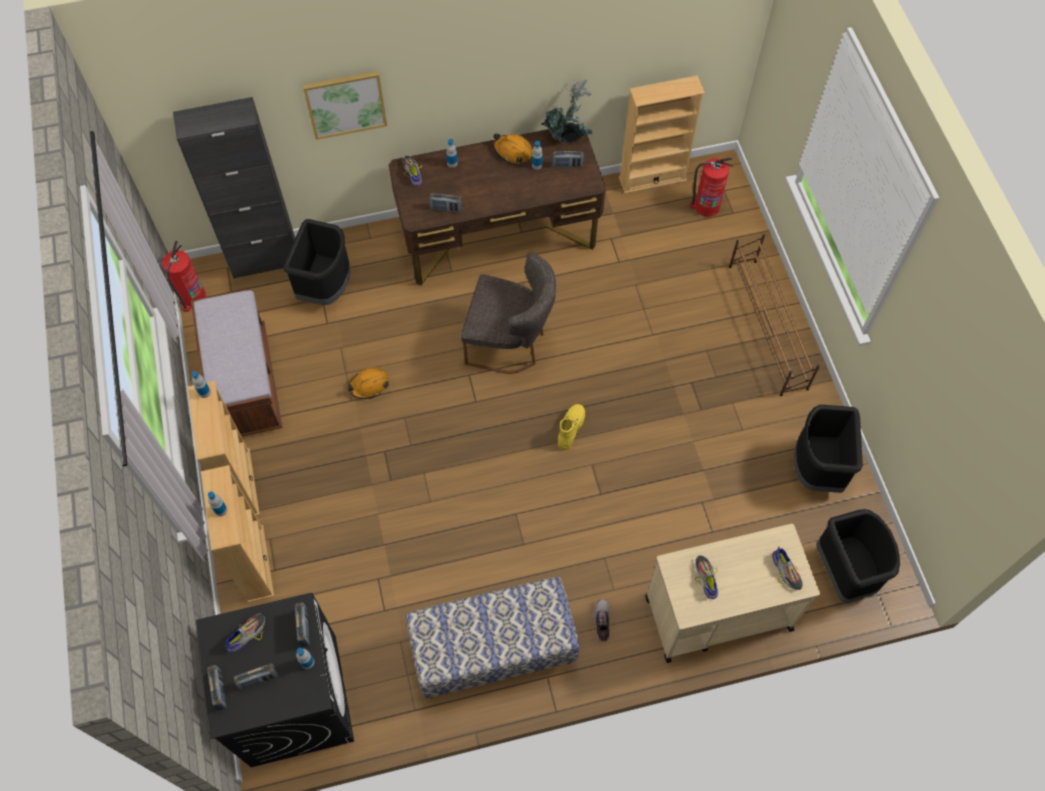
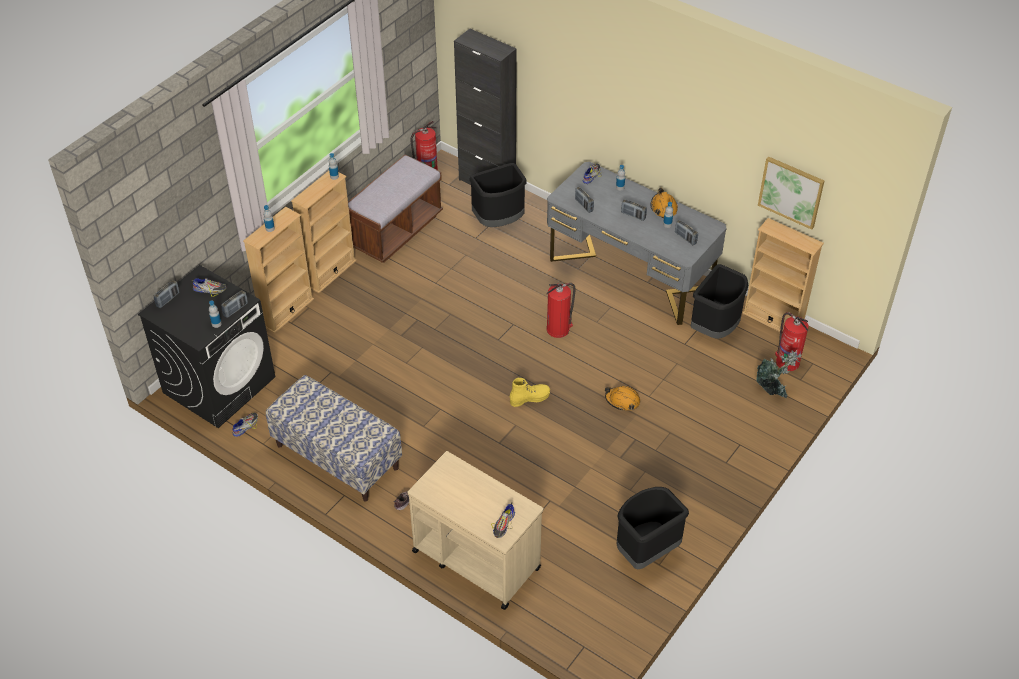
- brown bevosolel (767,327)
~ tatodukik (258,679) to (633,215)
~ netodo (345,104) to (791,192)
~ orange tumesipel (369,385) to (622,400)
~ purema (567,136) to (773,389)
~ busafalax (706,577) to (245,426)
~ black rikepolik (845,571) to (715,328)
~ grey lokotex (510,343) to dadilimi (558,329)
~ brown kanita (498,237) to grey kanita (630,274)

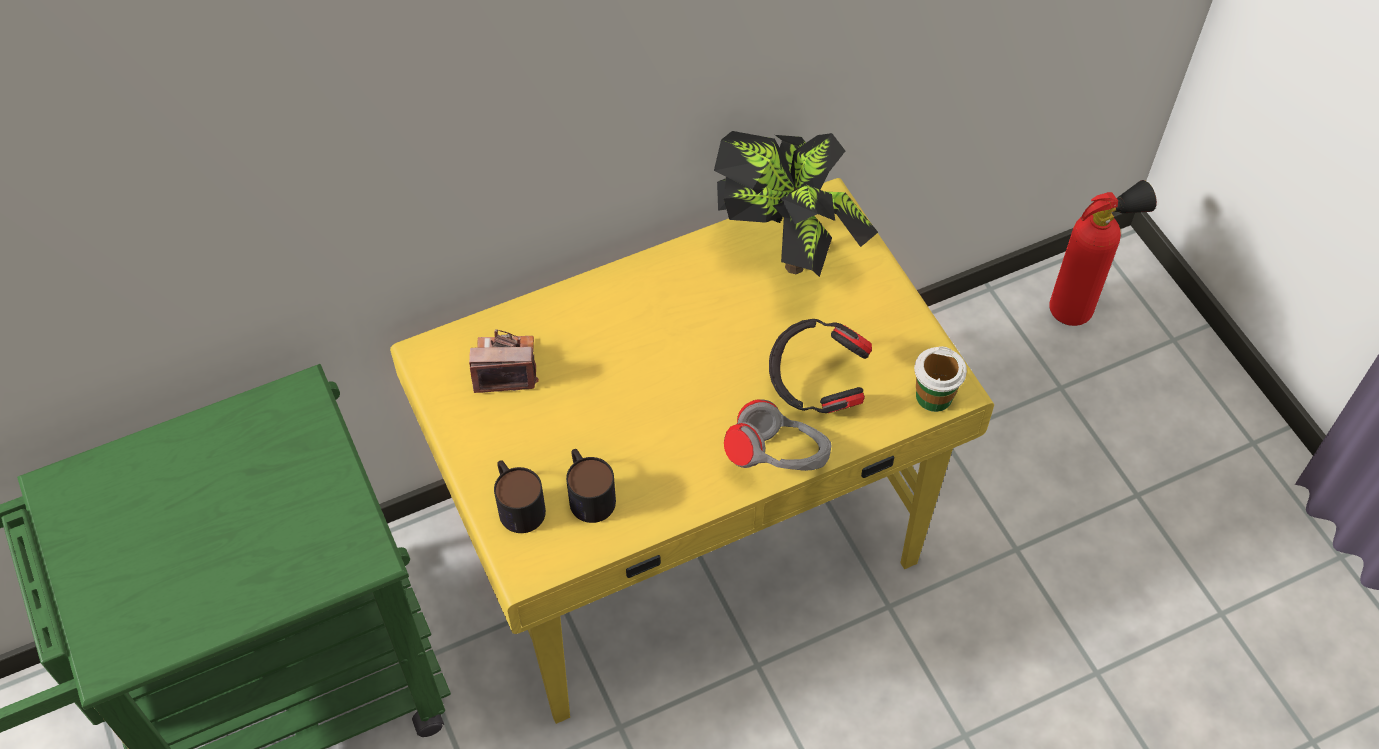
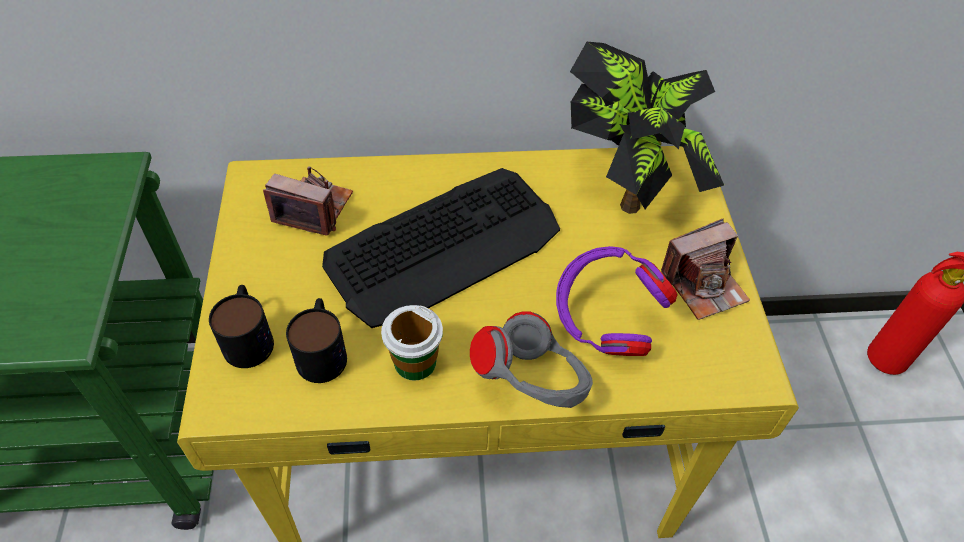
+ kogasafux (445,246)
+ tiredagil (703,285)
~ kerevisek (934,396) to (415,362)
~ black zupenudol (816,385) to purple zupenudol (605,323)

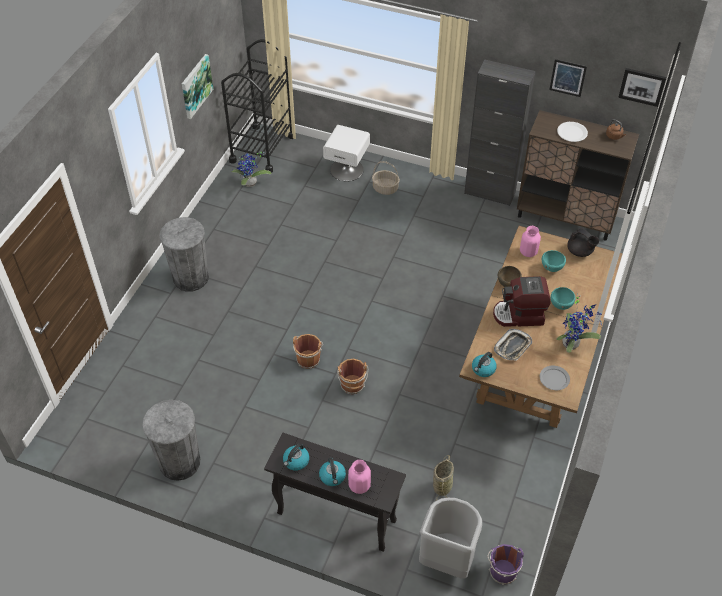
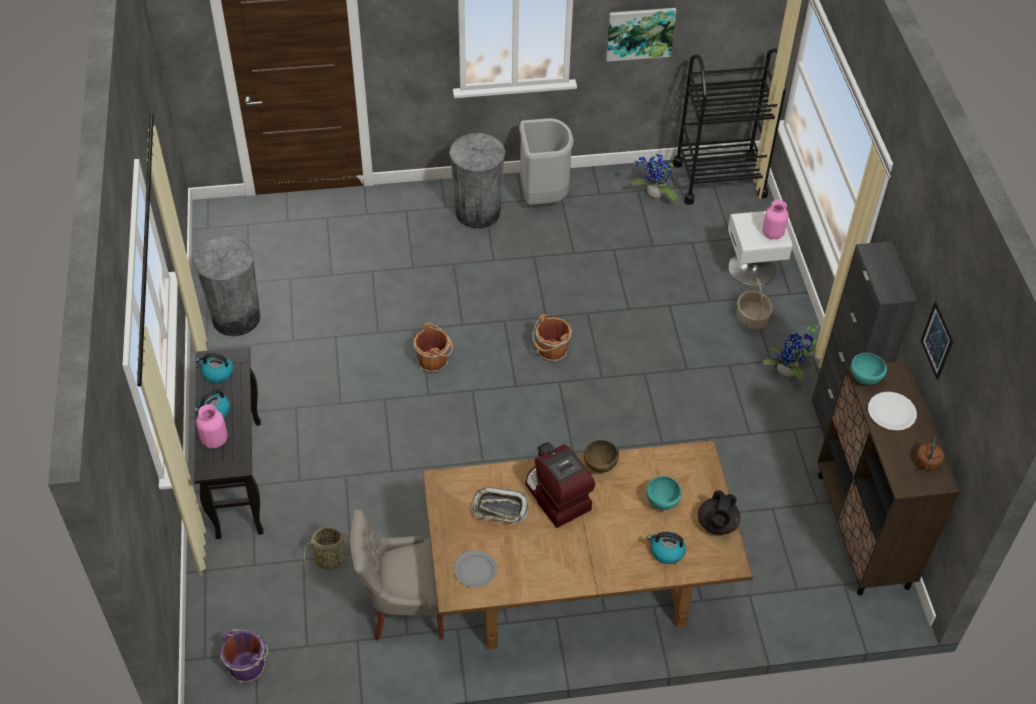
- netodo (642,86)
+ grey lokotex (405,608)
~ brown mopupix (352,386) to (551,352)
~ grey rikepolik (447,560) to (543,197)
~ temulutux (483,369) to (666,552)
~ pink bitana (528,252) to (772,233)
~ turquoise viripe (560,306) to (865,379)
~ purema (572,343) to (788,373)

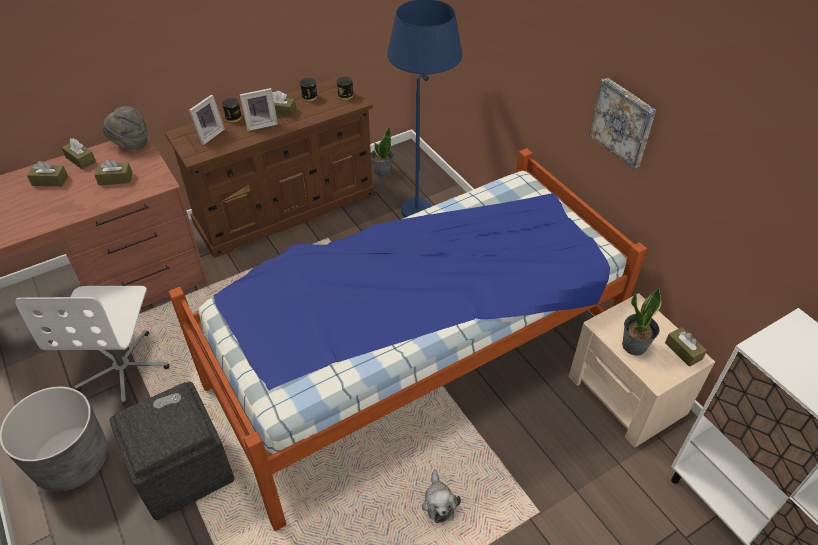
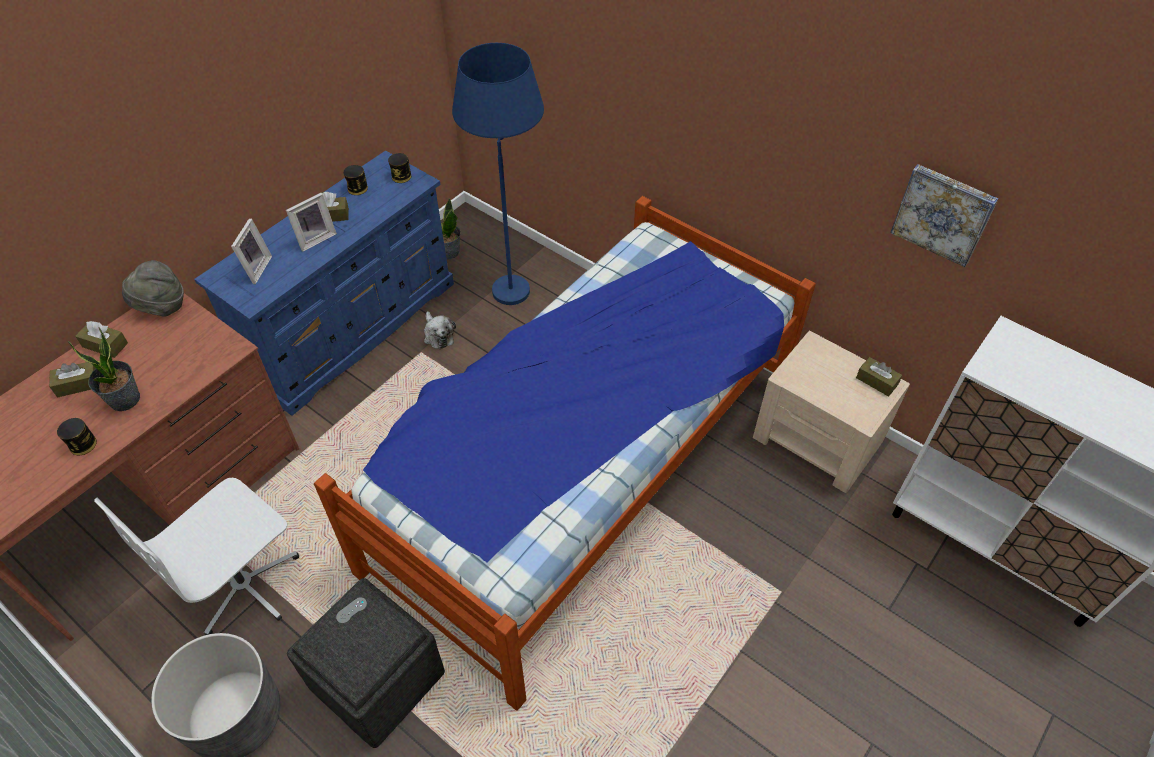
- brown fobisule (115,179)
~ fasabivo (233,118) to (83,444)
~ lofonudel (439,502) to (438,335)
~ netodo (623,122) to (943,213)
~ purema (634,346) to (125,399)
~ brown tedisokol (287,208) to blue tedisokol (353,328)
~ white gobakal (123,367) = (244,585) 60 degrees clockwise

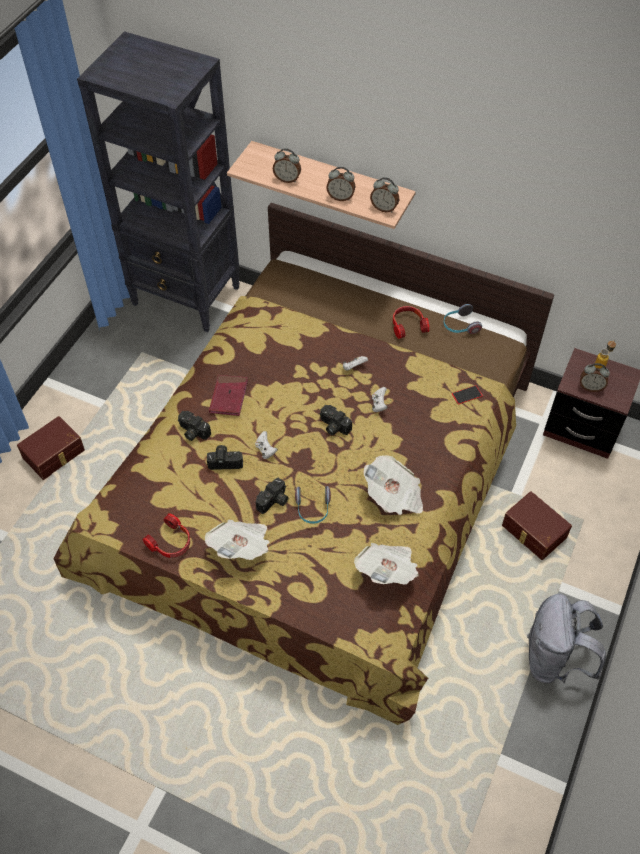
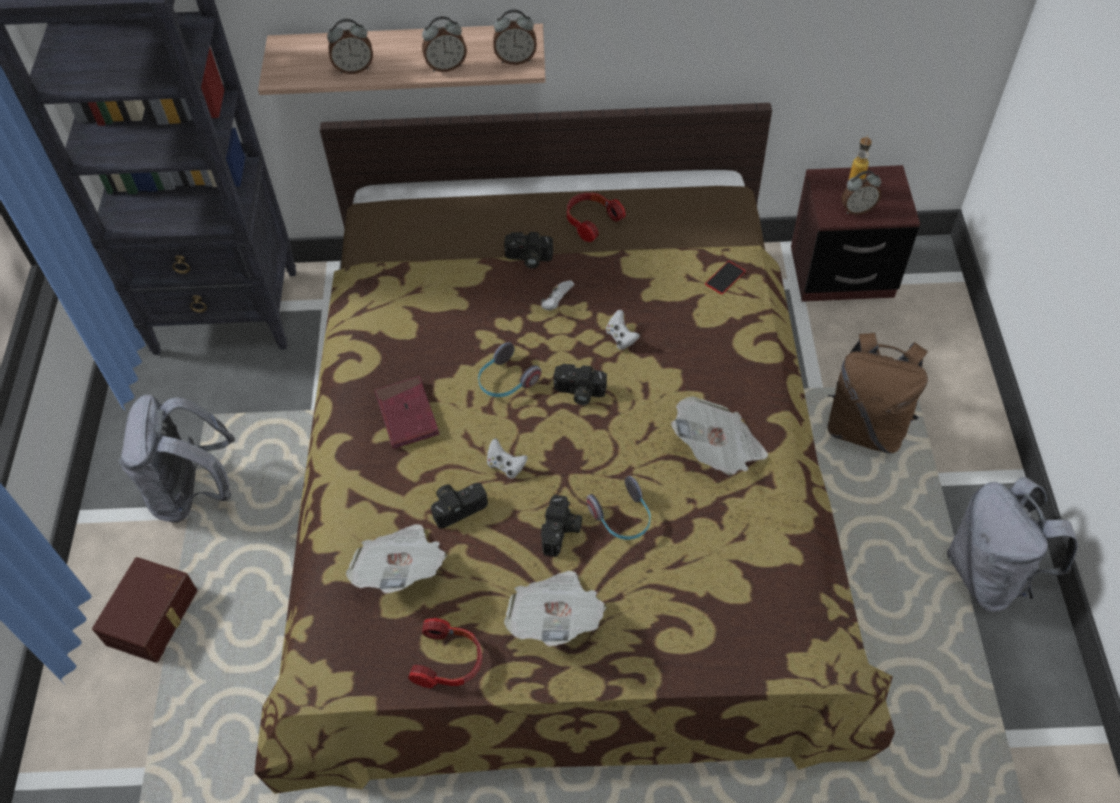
+ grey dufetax (193,492)
~ tiredagil (192,432) to (528,259)
~ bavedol (387,571) to (401,569)
~ zupenudol (460,326) to (506,381)
~ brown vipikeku (533,532) to brown dufetax (866,427)

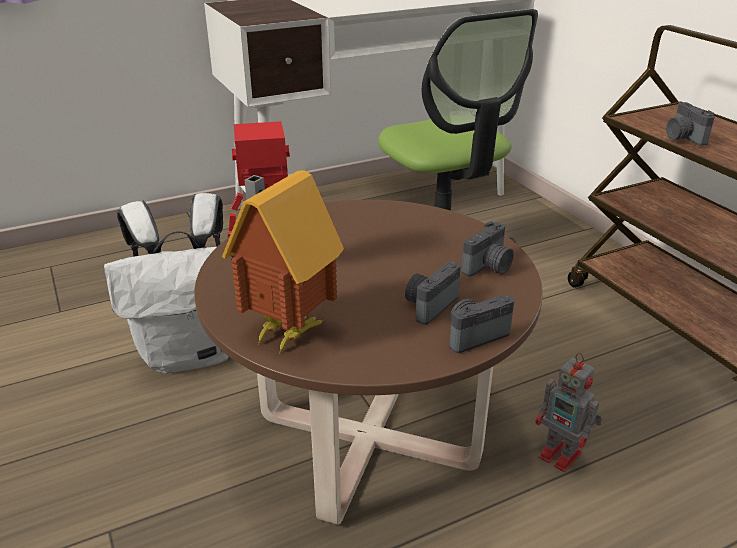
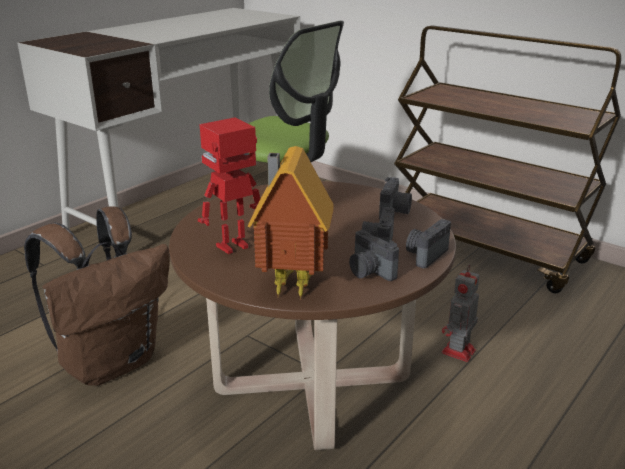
~ tiredagil (683,138) to (369,272)
~ white dufetax (193,352) to brown dufetax (111,362)
~ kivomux (562,456) = (457,352) 105 degrees clockwise

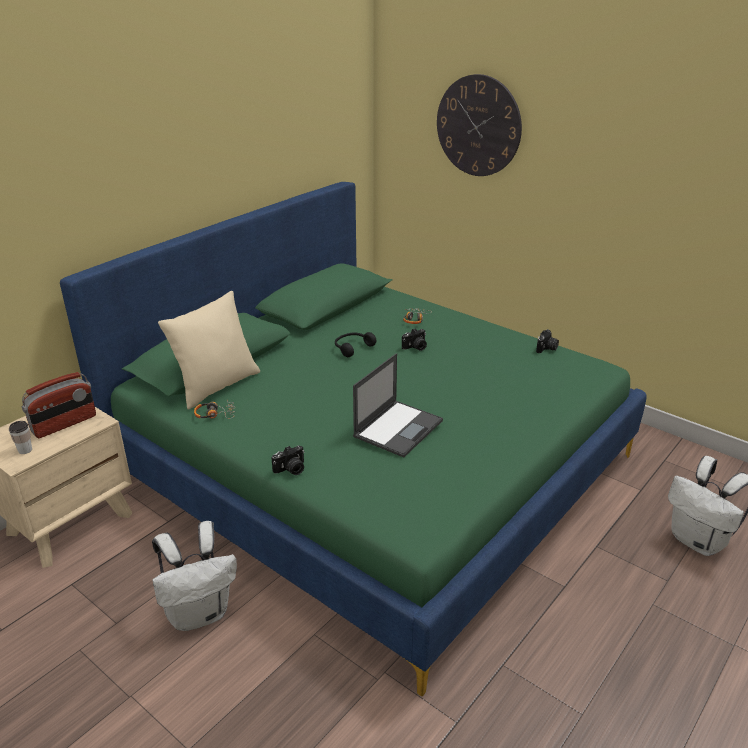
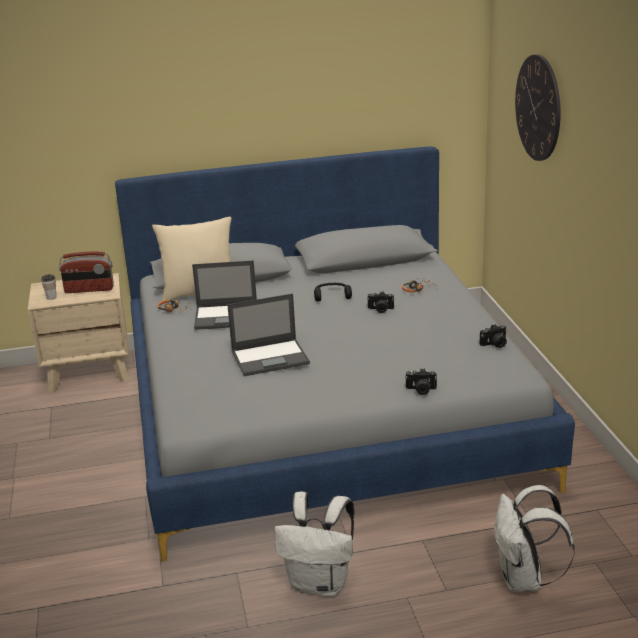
+ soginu (227,316)
~ white dufetax (200,613) to (320,583)
~ tiredagil (291,470) to (421,390)
~ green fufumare (373,466) to grey fufumare (323,413)

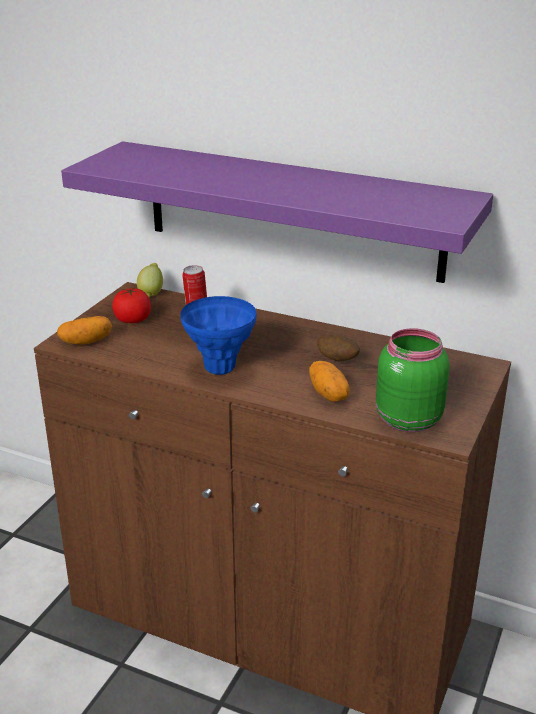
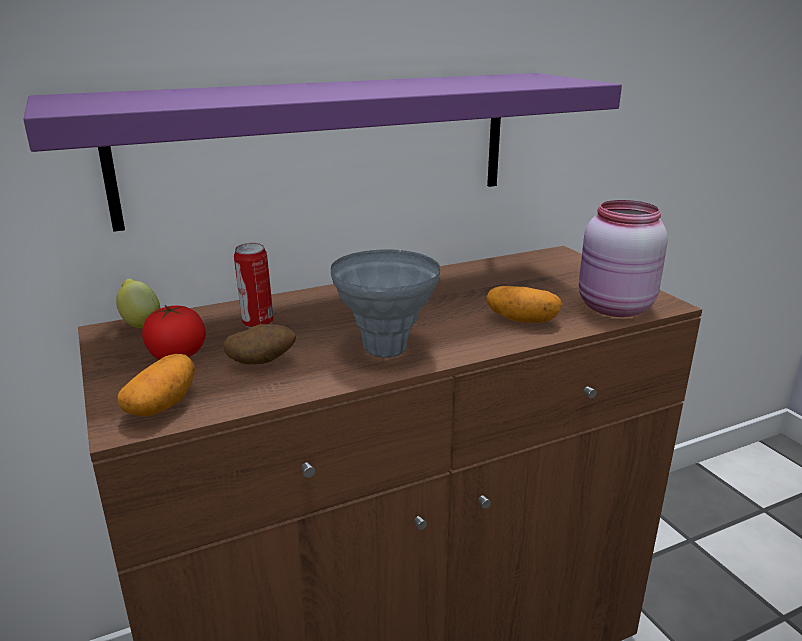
~ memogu (337,360) to (262,363)
~ blue bitana (220,368) to grey bitana (386,349)
~ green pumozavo (406,419) to pink pumozavo (613,308)

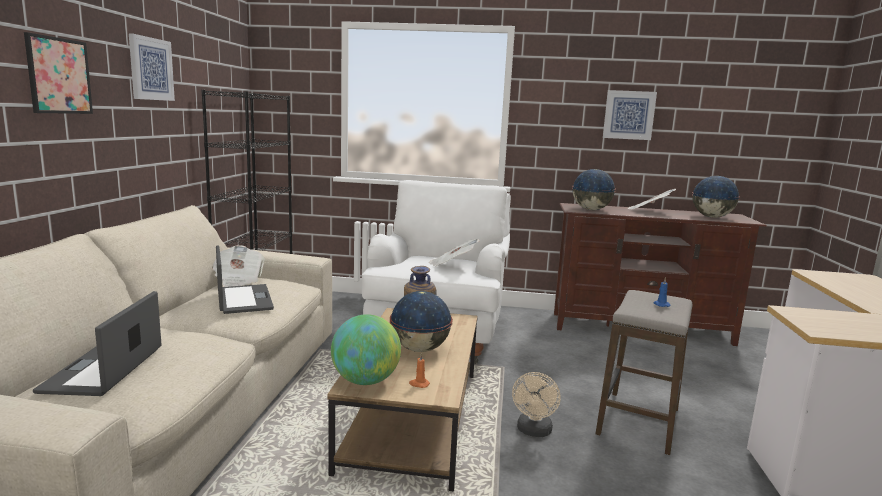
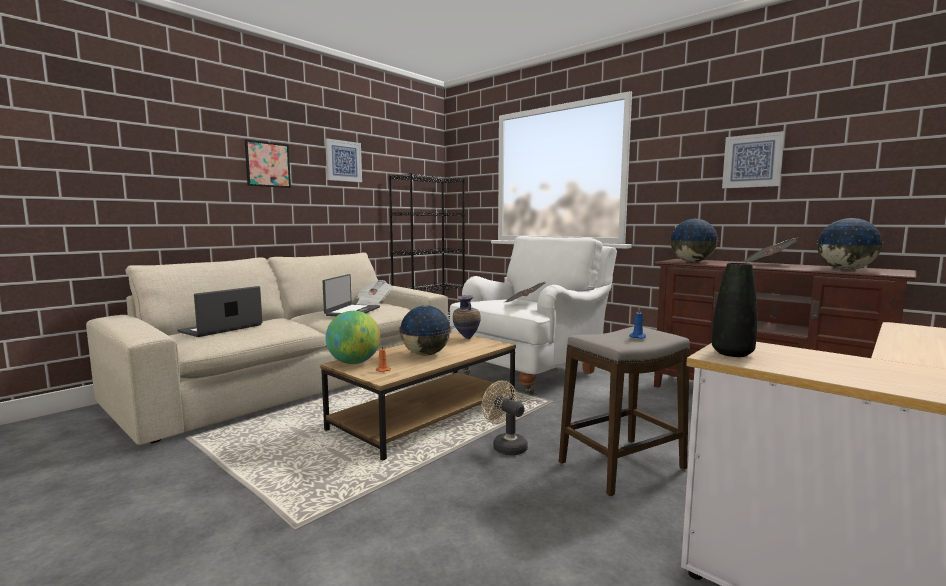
+ black bitana (732,353)
~ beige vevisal (533,431) = (505,446) 90 degrees clockwise

